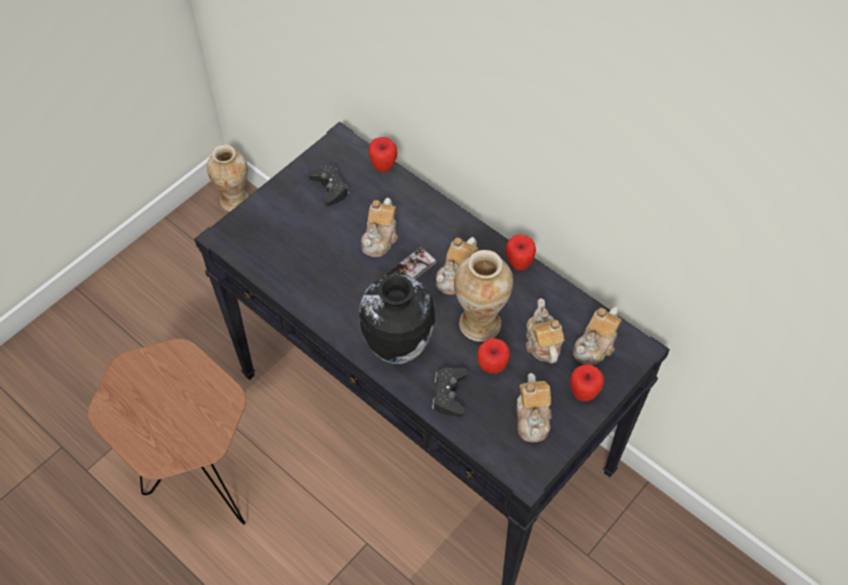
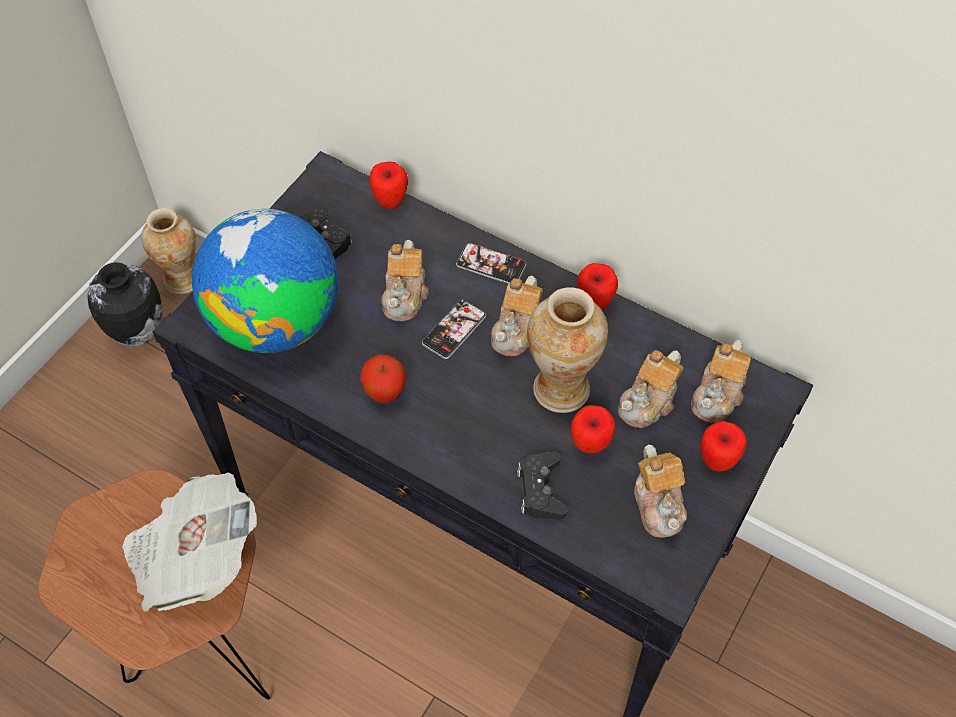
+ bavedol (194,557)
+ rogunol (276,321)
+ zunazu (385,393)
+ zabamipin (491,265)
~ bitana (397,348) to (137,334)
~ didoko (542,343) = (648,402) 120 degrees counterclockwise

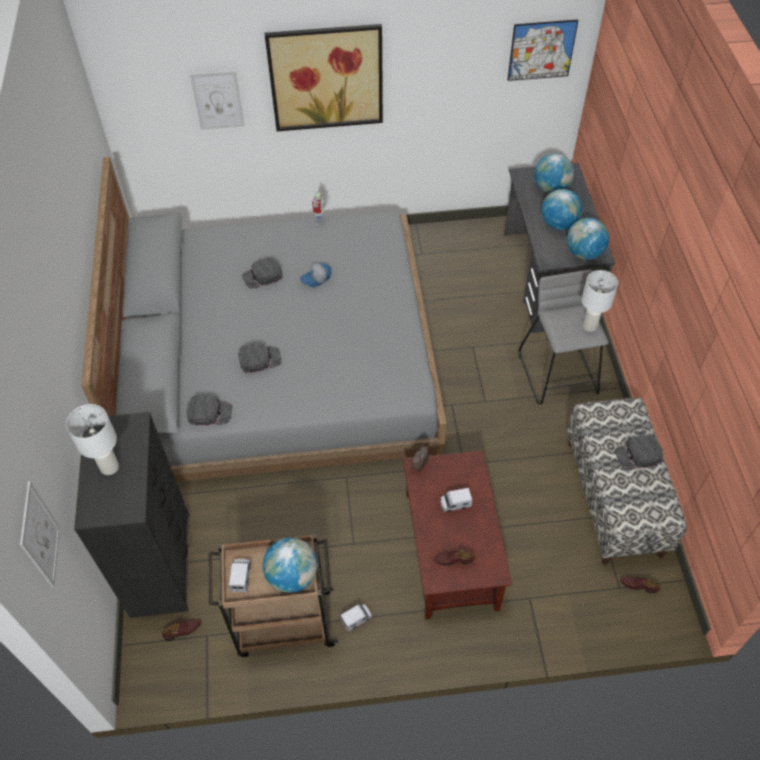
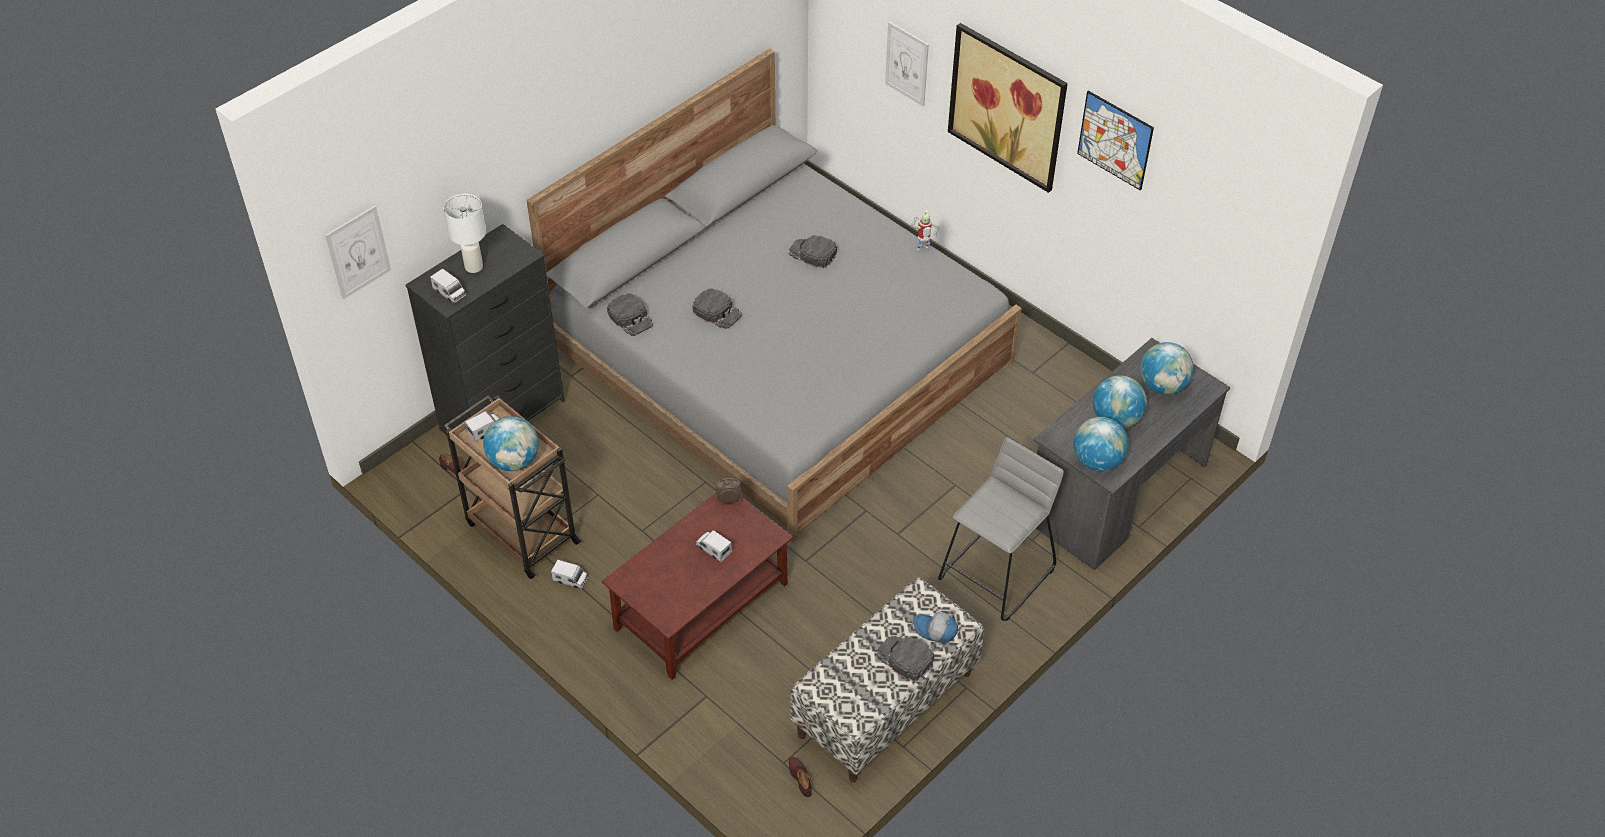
- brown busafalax (453,560)
- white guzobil (590,326)
+ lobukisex (449,293)
~ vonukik (316,279) to (935,631)
~ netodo (541,50) to (1115,140)

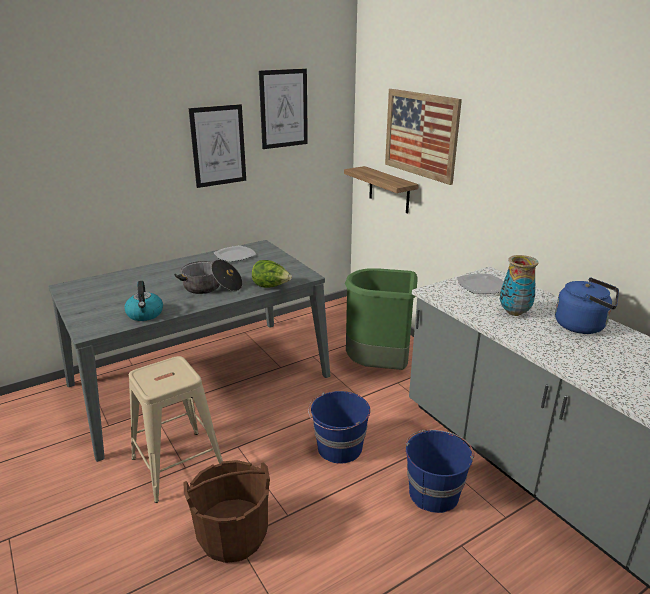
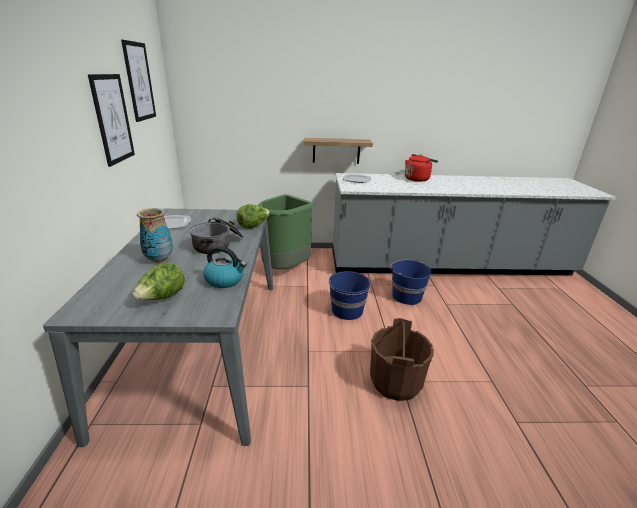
- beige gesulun (178,465)
- netodo (421,134)
+ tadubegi (162,298)
~ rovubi (389,190) to (336,150)
~ bitana (514,312) to (159,260)
~ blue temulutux (583,326) to red temulutux (417,179)

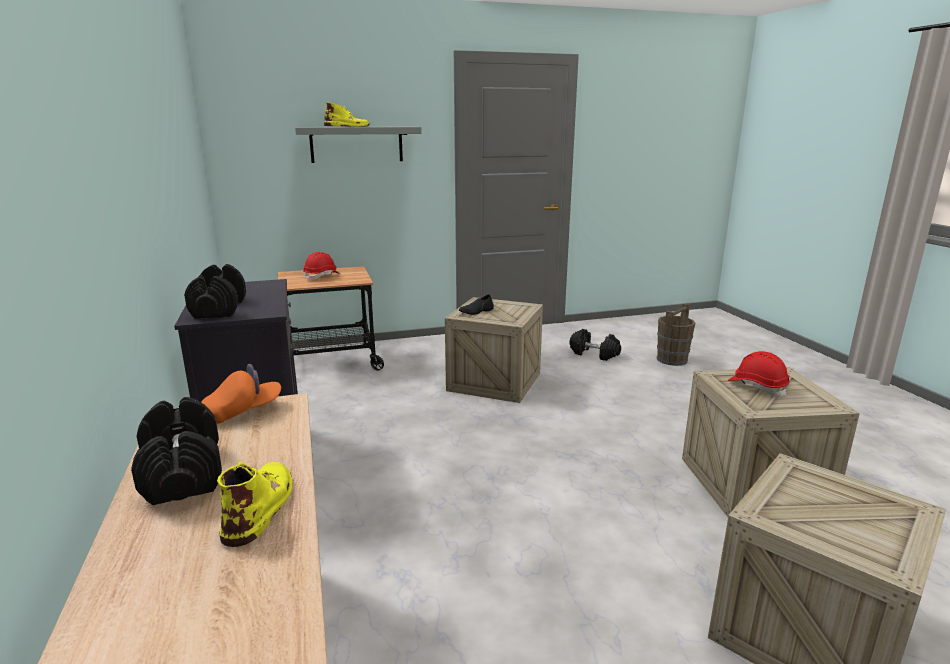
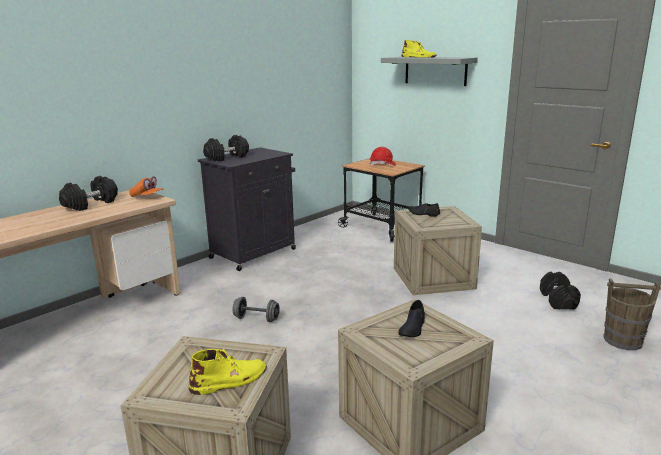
+ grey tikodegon (256,319)
~ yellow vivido (260,506) to (230,380)
~ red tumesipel (757,387) to black busafalax (412,328)

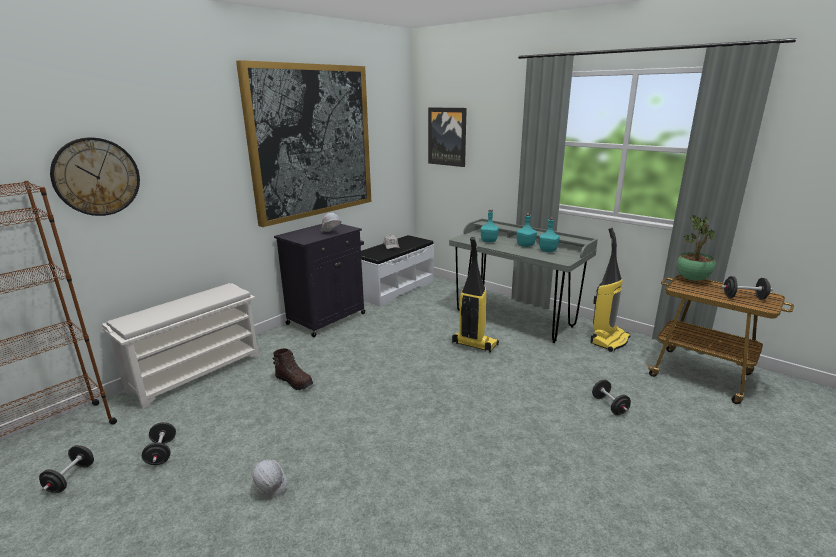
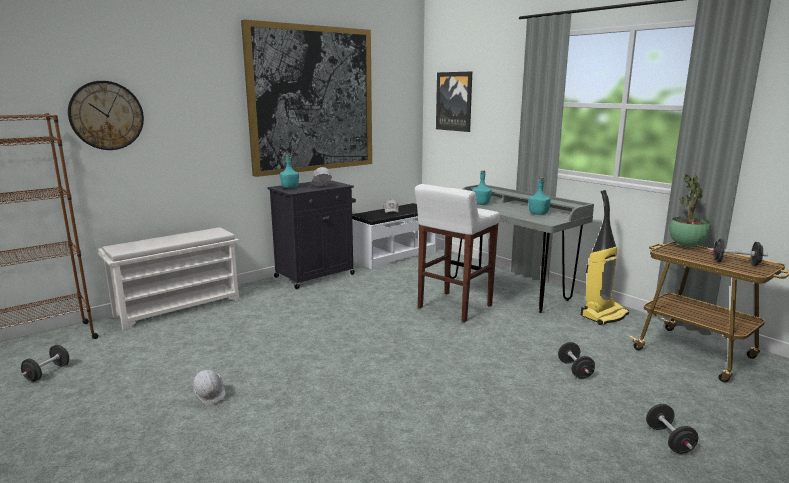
- brown vivido (294,382)
~ black tikodegon (161,453) to (669,440)
~ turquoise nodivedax (525,245) to (289,187)
~ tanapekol (474,344) to white gesulun (454,307)

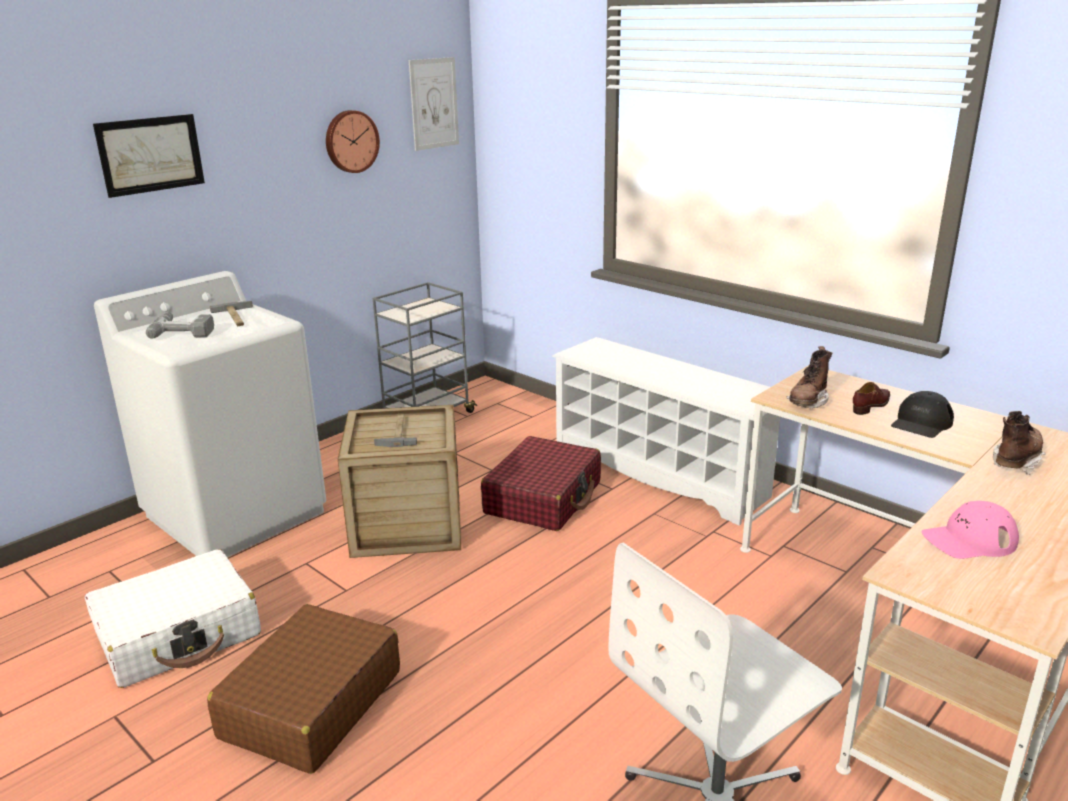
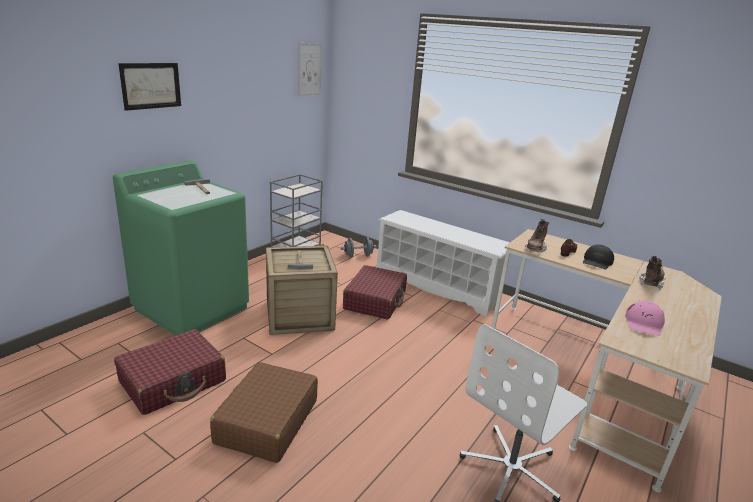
- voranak (185,330)
- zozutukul (350,141)
+ grey tikodegon (358,256)
~ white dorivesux (179,634) to red dorivesux (173,381)
~ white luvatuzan (236,513) to green luvatuzan (192,308)
~ pink vonukik (969,540) = (644,323) 45 degrees counterclockwise

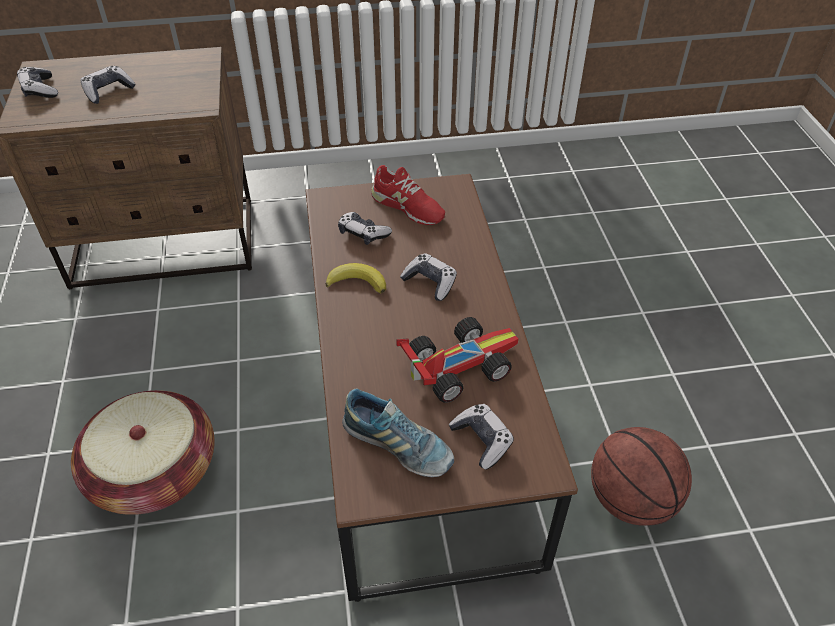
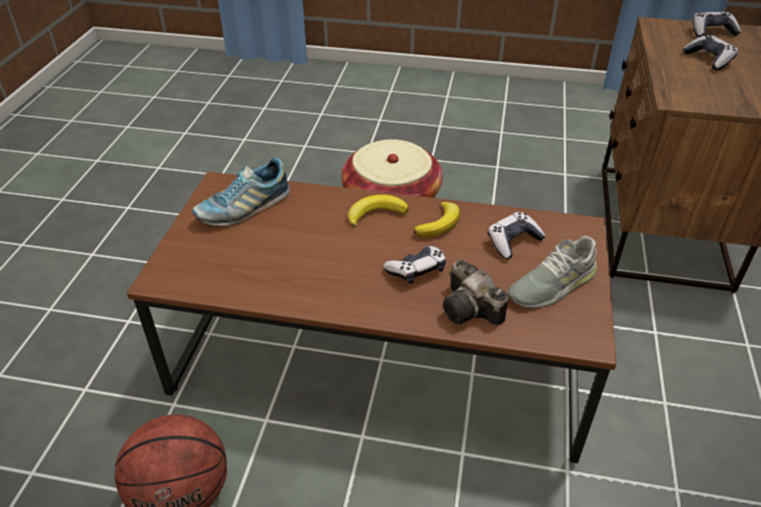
- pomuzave (458,365)
- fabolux (482,440)
+ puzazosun (375,213)
+ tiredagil (471,310)
~ red busafalax (407,207) to grey busafalax (552,285)

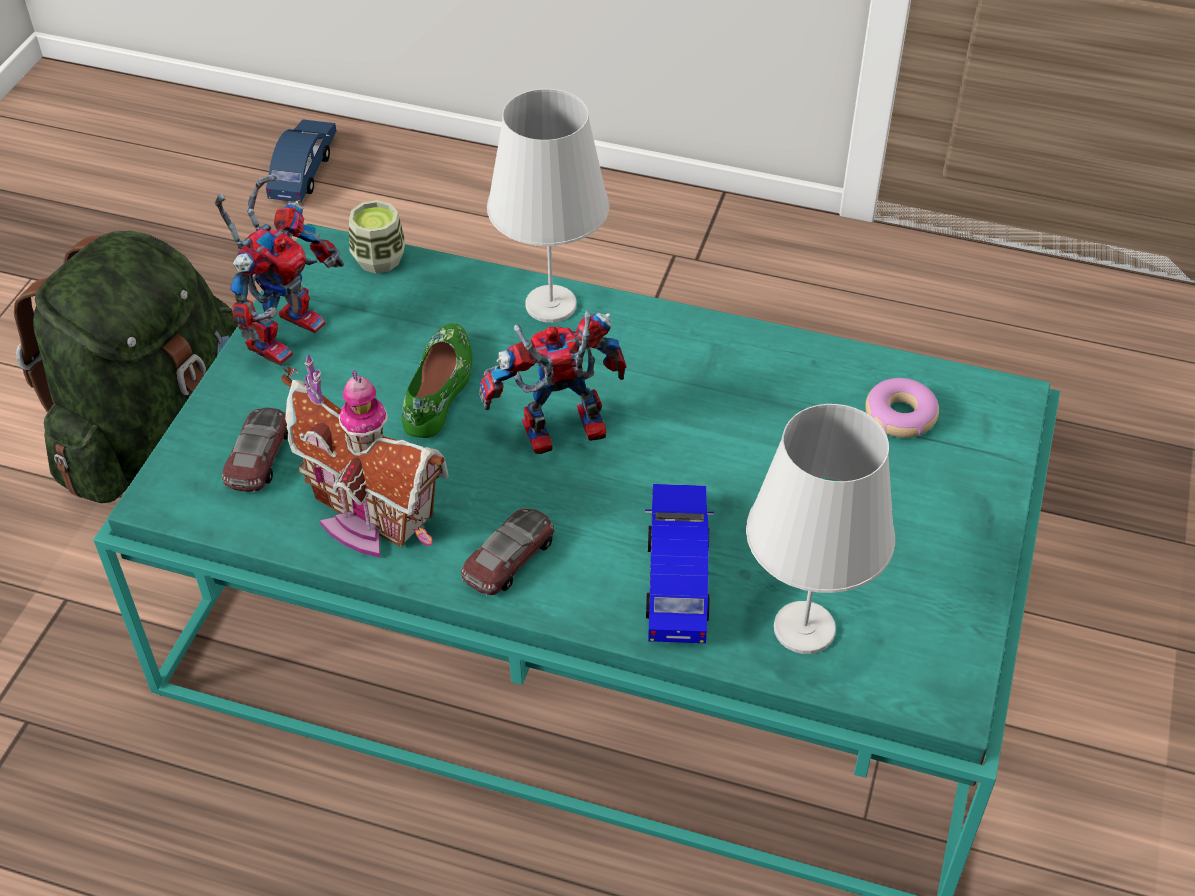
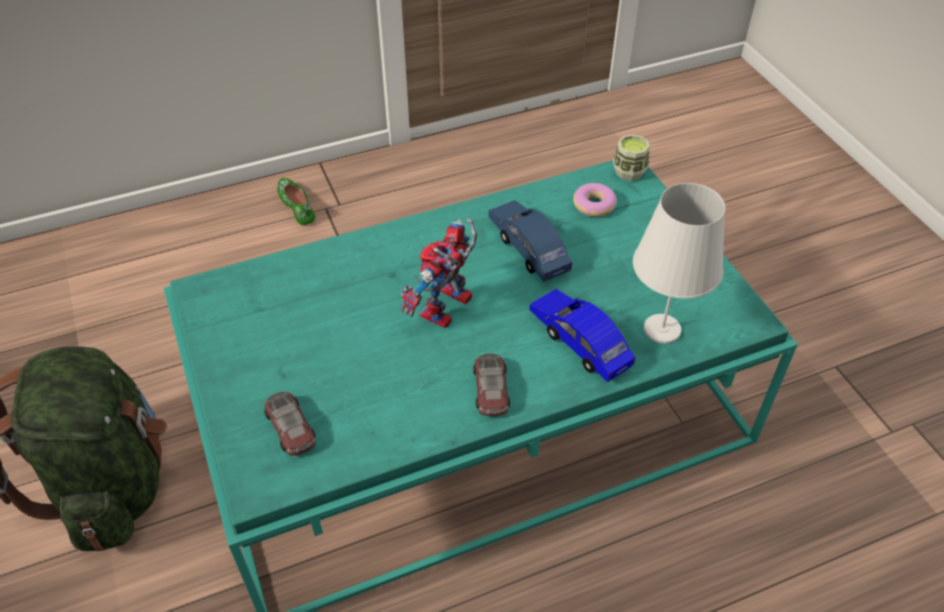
- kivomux (285,329)
- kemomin (368,516)
- white guzobil (551,305)
~ blue pomuzave (304,170) to (528,248)
~ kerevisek (379,259) to (629,172)
~ green busafalax (440,389) to (297,205)

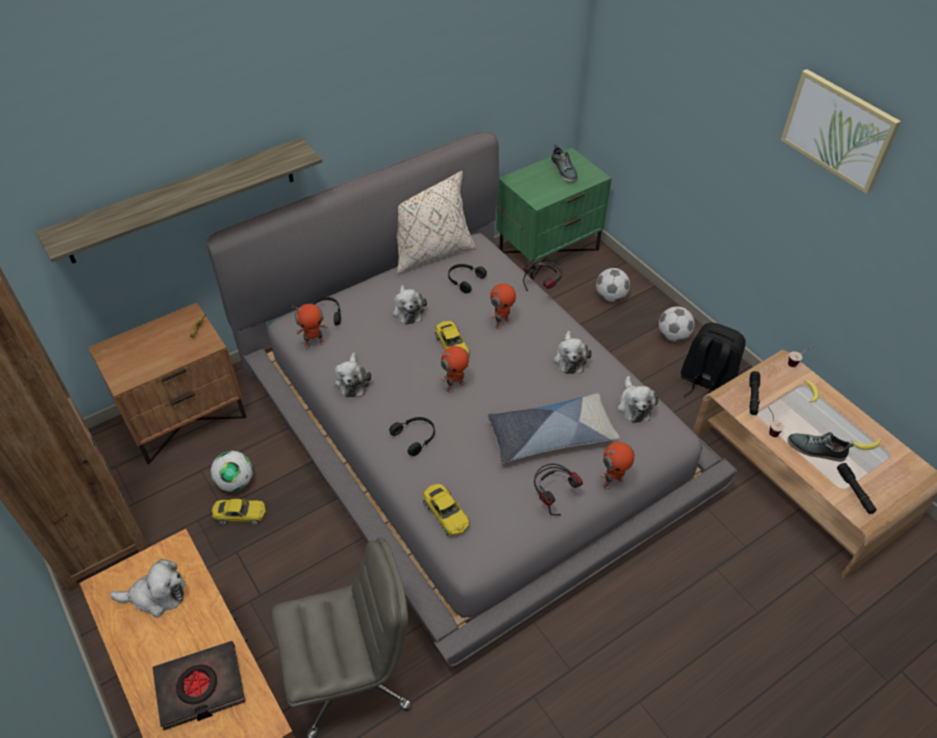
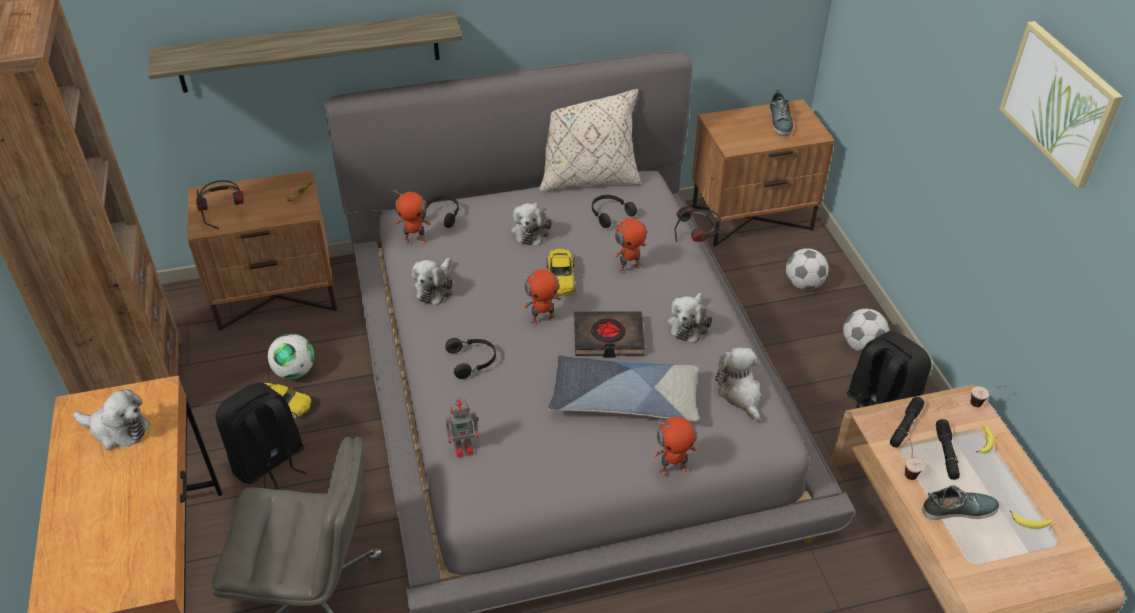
+ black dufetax (269,463)
~ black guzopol (200,687) to (608,338)
~ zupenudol (553,497) to (225,215)
~ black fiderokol (854,491) to (946,453)
~ yellow pomuzave (446,513) to kivomux (465,447)
~ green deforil (548,250) to brown deforil (752,217)
~ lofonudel (634,406) = (740,394) 150 degrees clockwise
~ busafalax (816,450) = (958,509) 135 degrees clockwise

